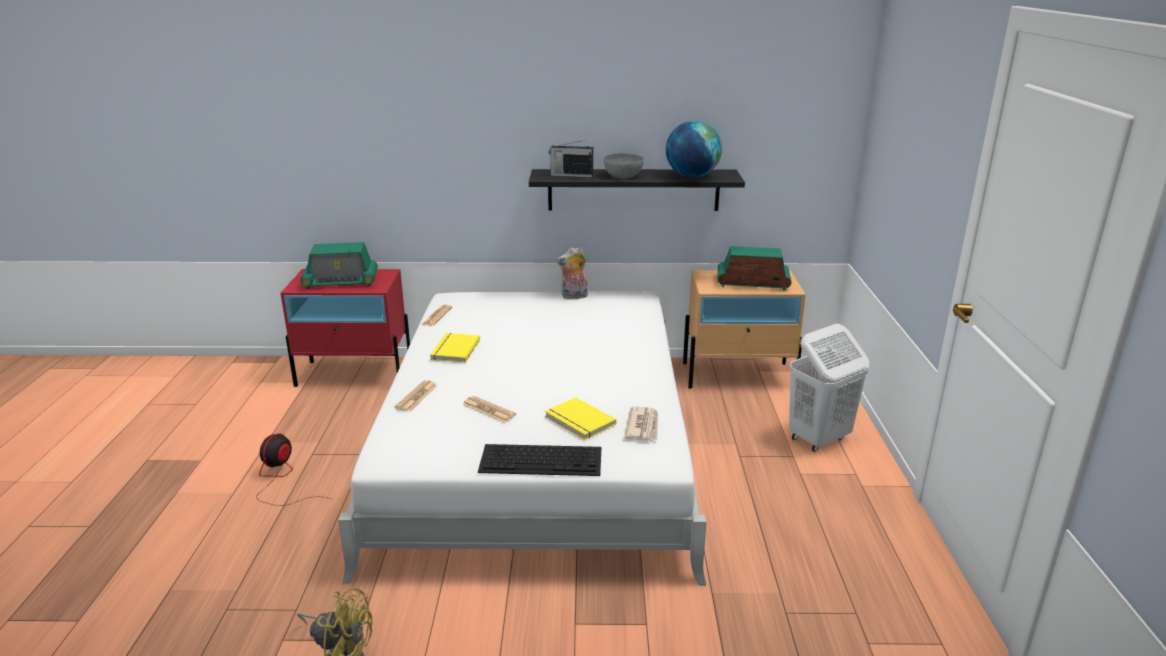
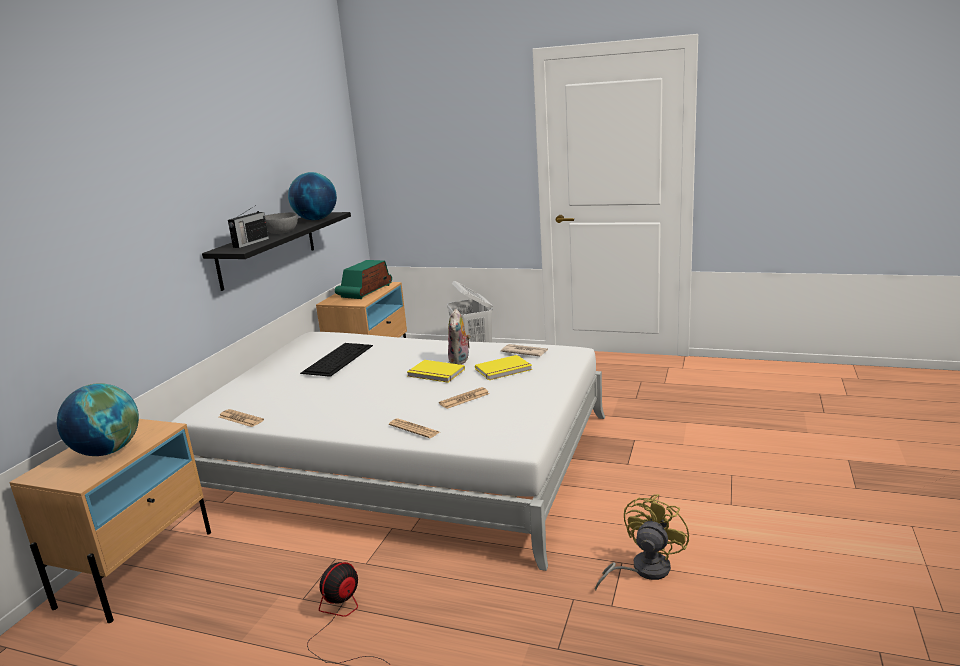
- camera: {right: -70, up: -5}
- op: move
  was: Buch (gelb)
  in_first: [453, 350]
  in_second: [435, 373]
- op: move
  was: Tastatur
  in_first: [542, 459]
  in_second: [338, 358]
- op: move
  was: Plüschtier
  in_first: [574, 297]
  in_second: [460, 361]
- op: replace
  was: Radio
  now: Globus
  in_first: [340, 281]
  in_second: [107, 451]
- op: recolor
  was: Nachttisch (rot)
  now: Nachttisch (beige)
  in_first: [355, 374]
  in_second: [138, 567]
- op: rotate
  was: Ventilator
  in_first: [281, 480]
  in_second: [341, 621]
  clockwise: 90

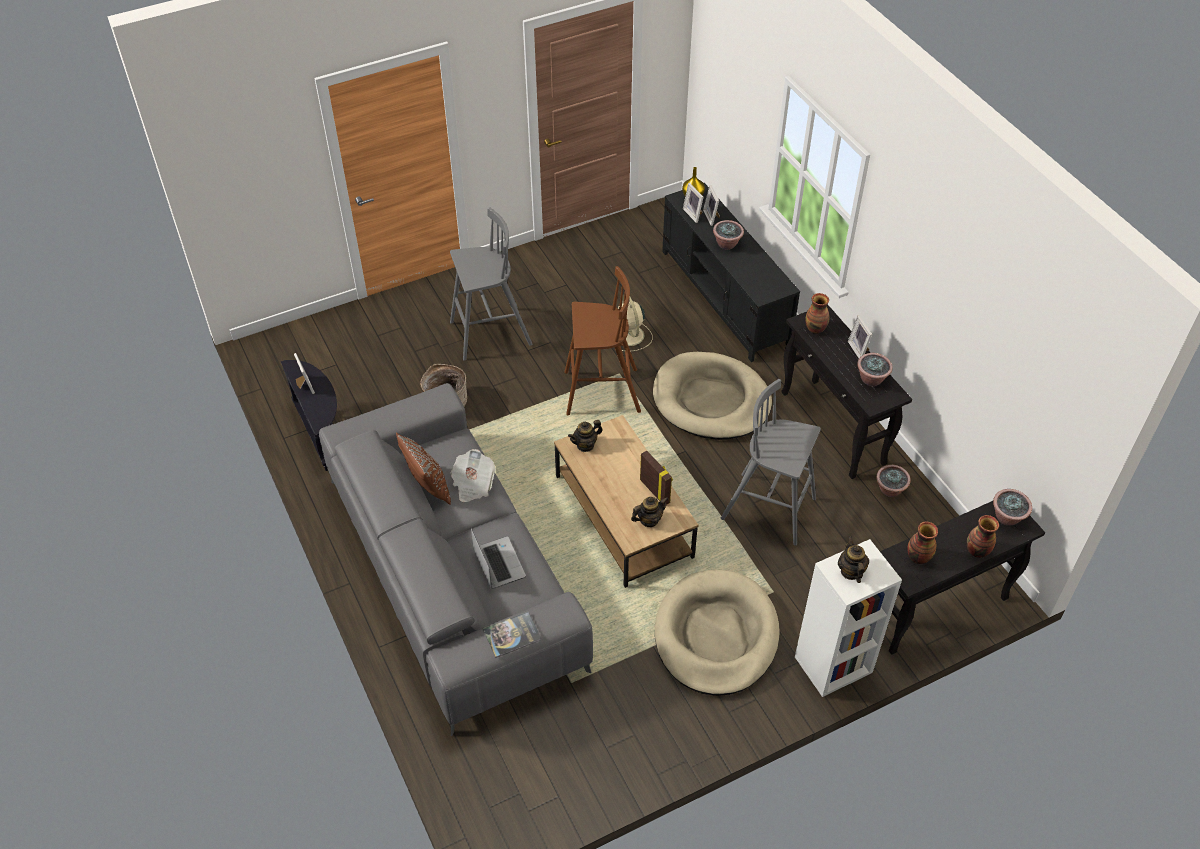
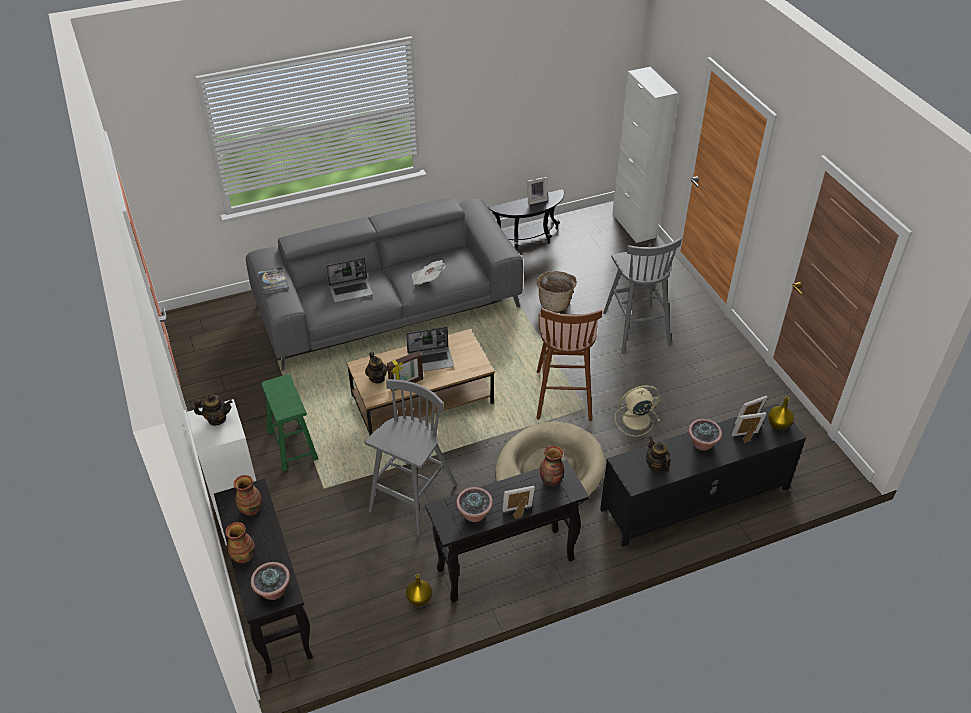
- camera: {right: 95, up: -5}
- op: delete
  was: Kissen (braun)
  in_first: [428, 486]
- op: insert
  now: Laptop
  in_second: [431, 360]
- op: insert
  now: Schrank (weiß)
  in_second: [634, 225]
- op: move
  was: Teekanne
  in_first: [585, 445]
  in_second: [656, 465]
- op: replace
  was: Hundebett (beige)
  now: Hocker (grün)
  in_first: [716, 635]
  in_second: [292, 446]
- op: replace
  was: Topfpflanze
  now: Vase (gelb)
  in_first: [890, 490]
  in_second: [418, 599]

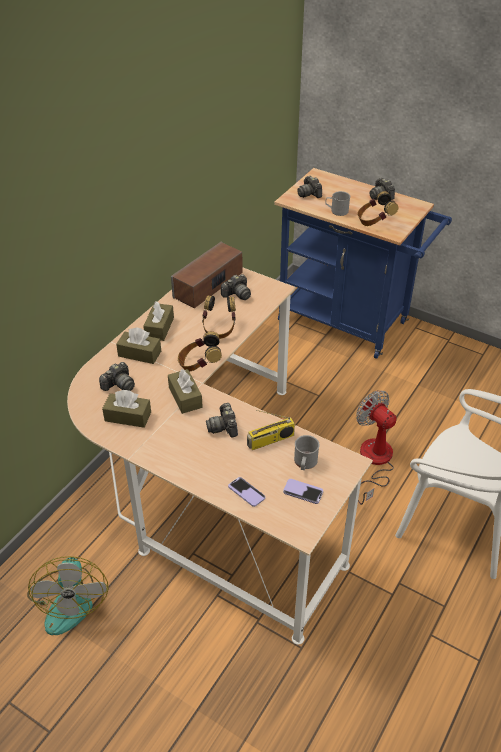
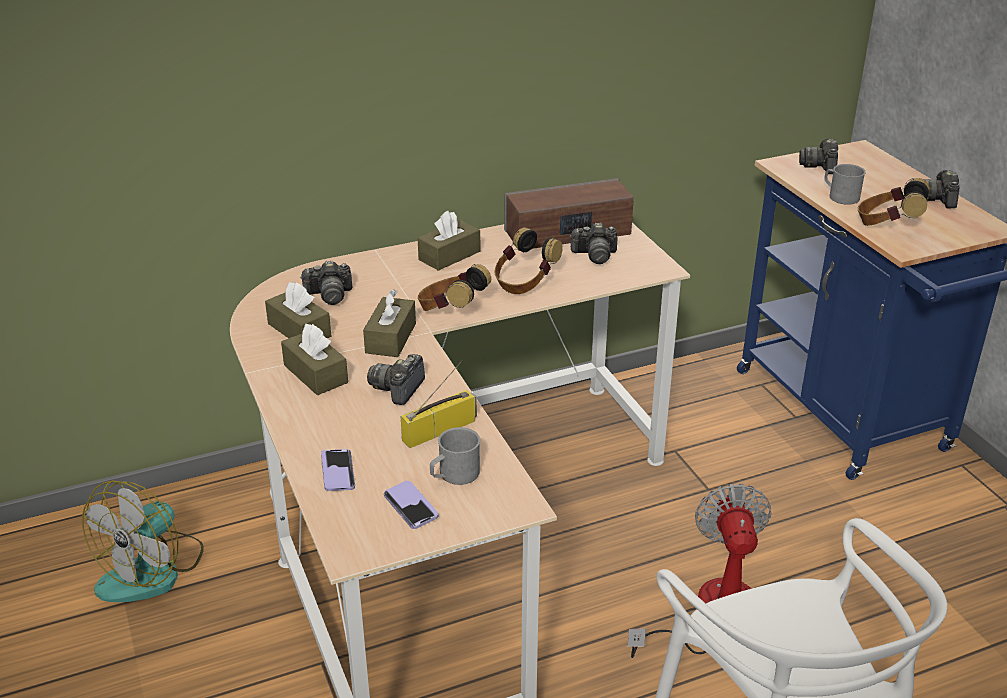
- camera: {right: 35, up: -10}
- op: move
  was: Taschentuchbox (braun)
  in_first: [139, 354]
  in_second: [315, 374]
- op: rotate
  was: Radio
  in_first: [270, 440]
  in_second: [440, 429]
  clockwise: 135

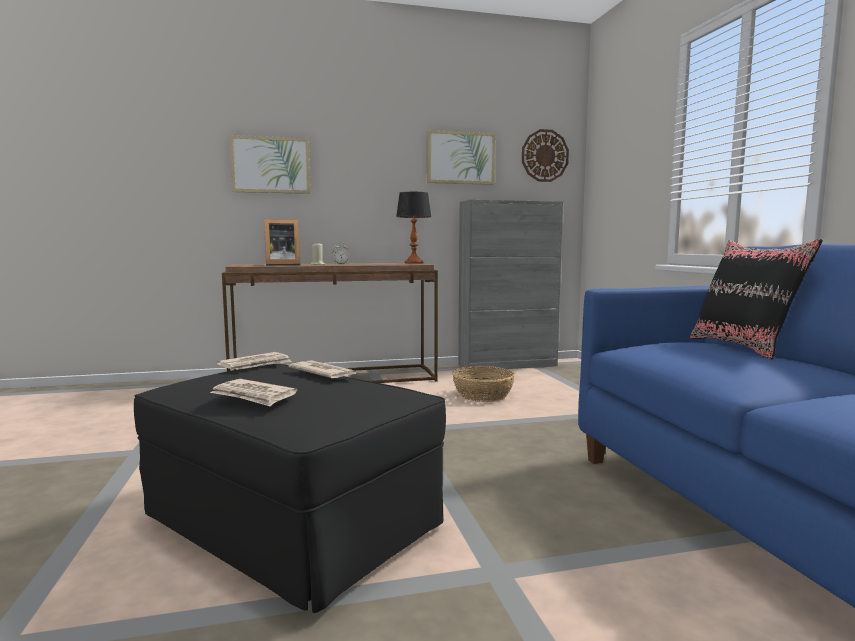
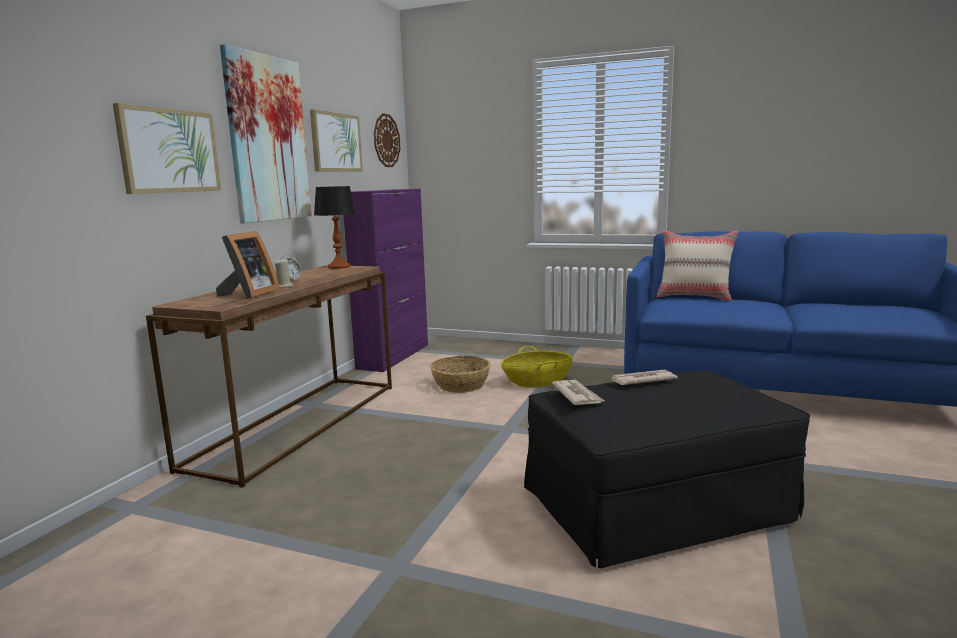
- camera: {right: -55, up: 5}
- op: delete
  was: Zeitung
  in_first: [253, 396]
- op: insert
  now: Bild
  in_second: [268, 139]
- op: insert
  now: Korb
  in_second: [537, 381]
- op: recolor
  was: Schrank (grau)
  now: Schrank (lila)
  in_first: [508, 365]
  in_second: [394, 356]
- op: recolor
  was: Kissen (schwarz)
  now: Kissen (beige)
  in_first: [743, 347]
  in_second: [694, 297]

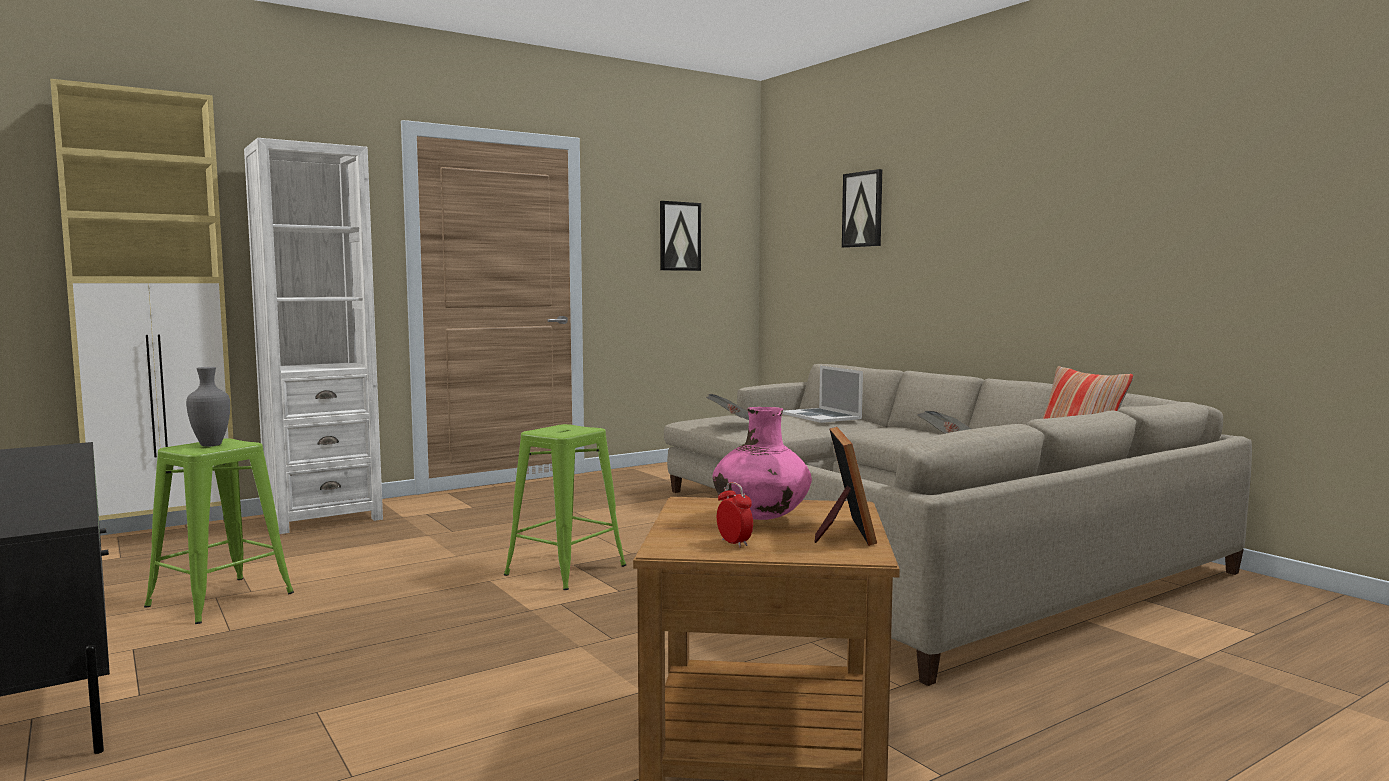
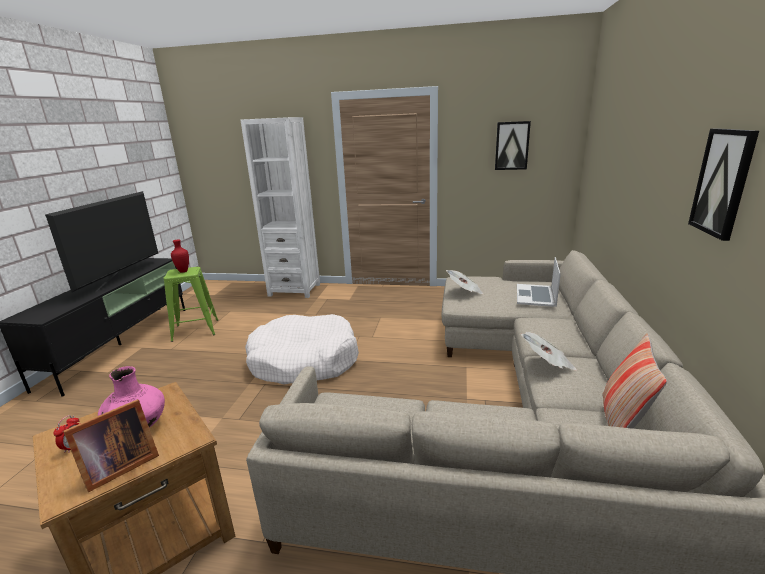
- camera: {right: 45, up: 15}
- op: delete
  was: Schrank (beige)
  in_first: [167, 534]
- op: insert
  now: Fernseher
  in_second: [122, 278]
- op: move
  was: Bild
  in_first: [863, 209]
  in_second: [723, 182]
- op: replace
  was: Hocker (grün)
  now: Hundebett (weiß)
  in_first: [565, 570]
  in_second: [304, 361]
- op: recolor
  was: Vase (grau)
  now: Vase (rot)
  in_first: [211, 445]
  in_second: [183, 271]

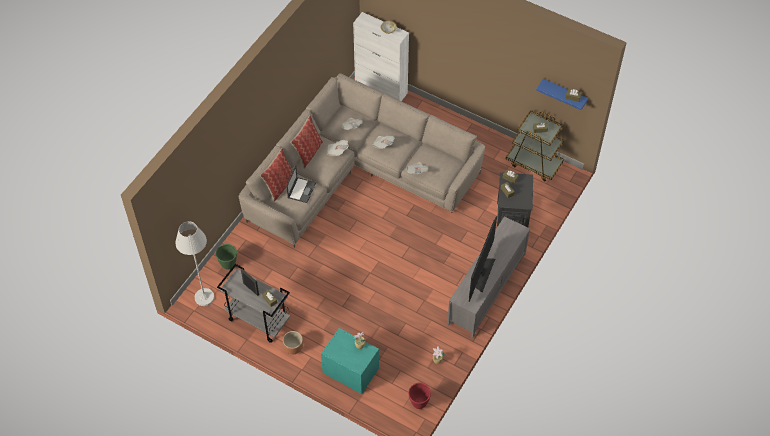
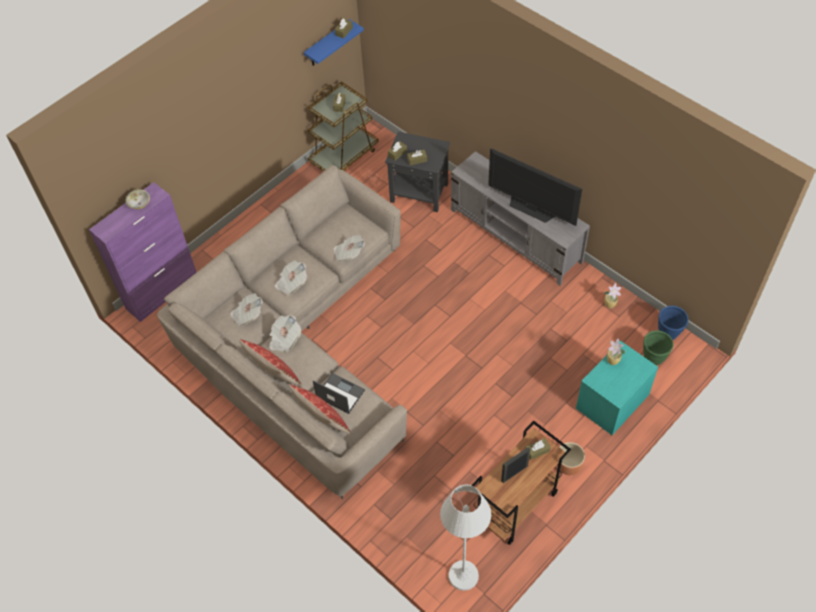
- camera: {right: -75, up: 0}
- op: move
  was: Pflanzkübel (grün)
  in_first: [228, 264]
  in_second: [653, 358]
- op: recolor
  was: Rollwagen (grau)
  now: Rollwagen (braun)
  in_first: [257, 320]
  in_second: [515, 506]
- op: recolor
  was: Schrank (weiß)
  now: Schrank (lila)
  in_first: [381, 88]
  in_second: [162, 292]
- op: recolor
  was: Pflanzkübel (rot)
  now: Pflanzkübel (blau)
  in_first: [419, 403]
  in_second: [668, 334]

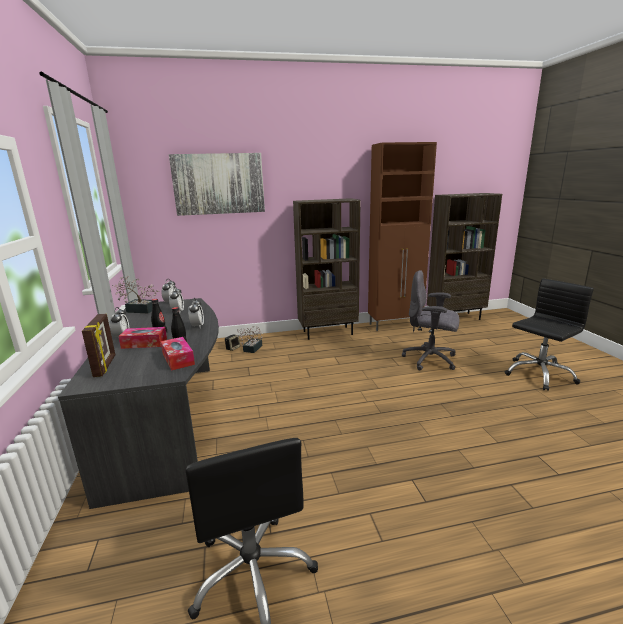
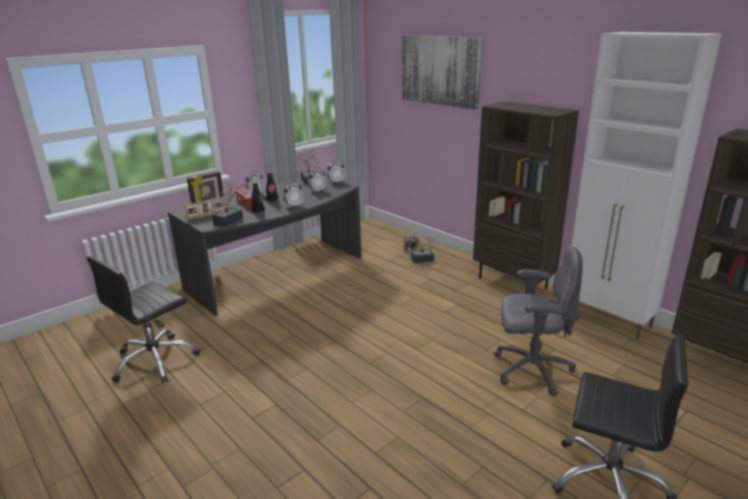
- camera: {right: 60, up: 5}
- op: insert
  now: Bilderrahmen
  in_second: [207, 216]
- op: replace
  was: Taschentuchbox
  now: Topfpflanze
  in_first: [178, 359]
  in_second: [231, 219]
- op: recolor
  was: Schrank (braun)
  now: Schrank (weiß)
  in_first: [395, 325]
  in_second: [608, 319]
- op: rotate
  was: Bürostuhl (grau)
  in_first: [430, 360]
  in_second: [531, 370]
  clockwise: 105

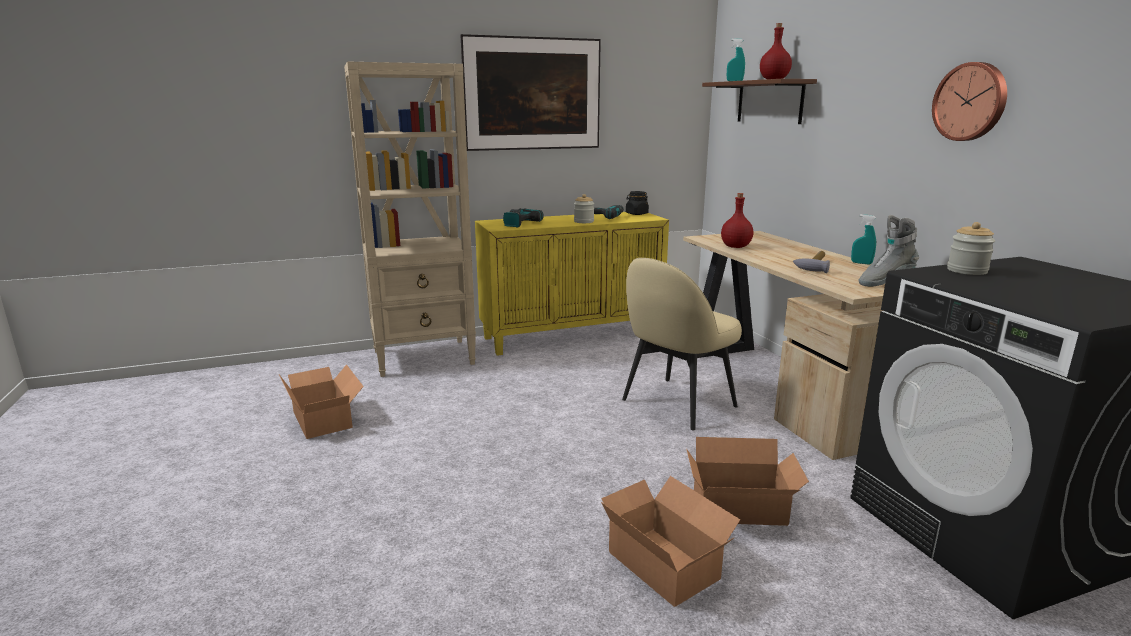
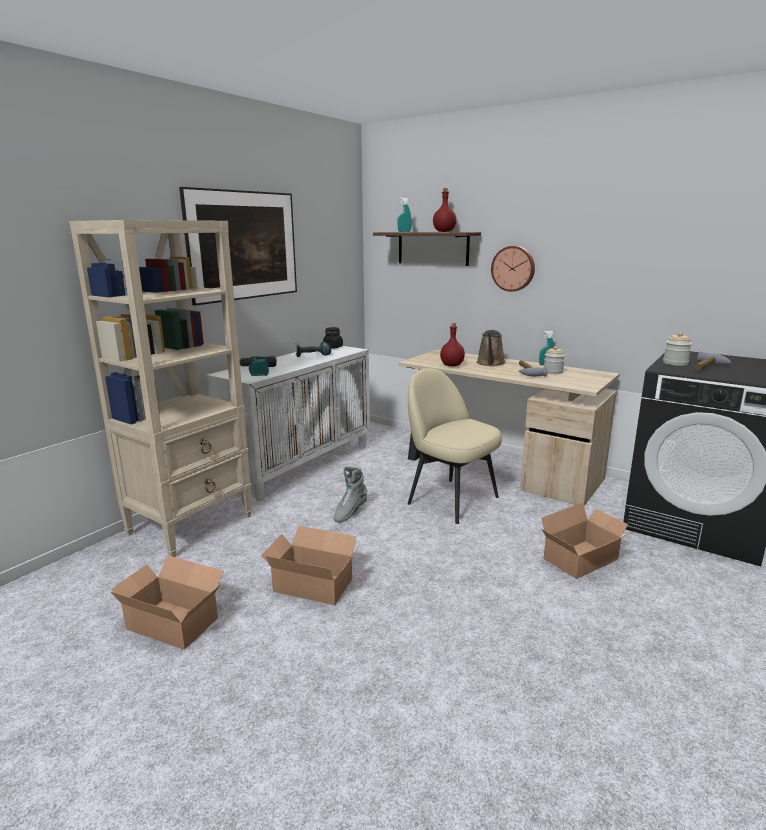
- camera: {right: -35, up: 0}
- op: insert
  now: Gießkanne (braun)
  in_second: [490, 363]
- op: insert
  now: Hammer
  in_second: [707, 368]
- op: move
  was: Vorratsglas
  in_first: [583, 221]
  in_second: [553, 372]
- op: move
  was: Karton
  in_first: [664, 562]
  in_second: [312, 583]
- op: move
  was: Stiefel (grau)
  in_first: [885, 282]
  in_second: [350, 512]
- op: move
  was: Wanduhr
  in_first: [971, 102]
  in_second: [513, 268]
- op: recolor
  was: Schrank (gelb)
  now: Schrank (weiß)
  in_first: [572, 335]
  in_second: [300, 465]
- op: rotate
  was: Stuhl (beige)
  in_first: [676, 404]
  in_second: [451, 499]
  clockwise: 120

